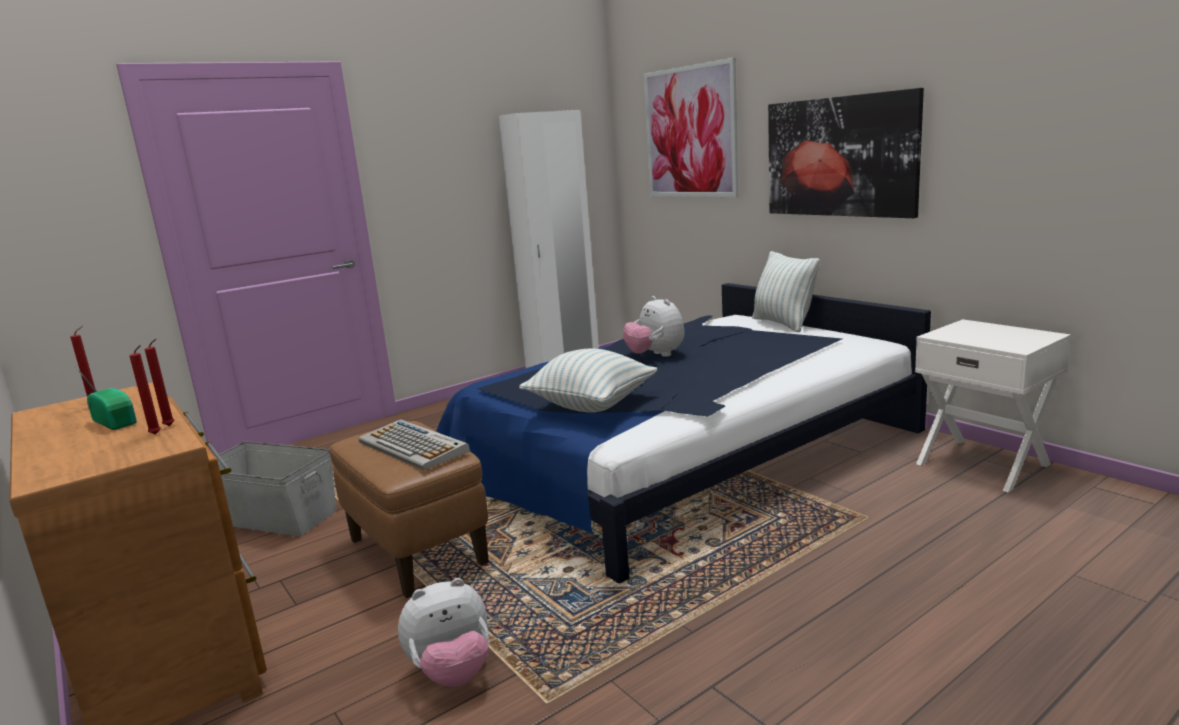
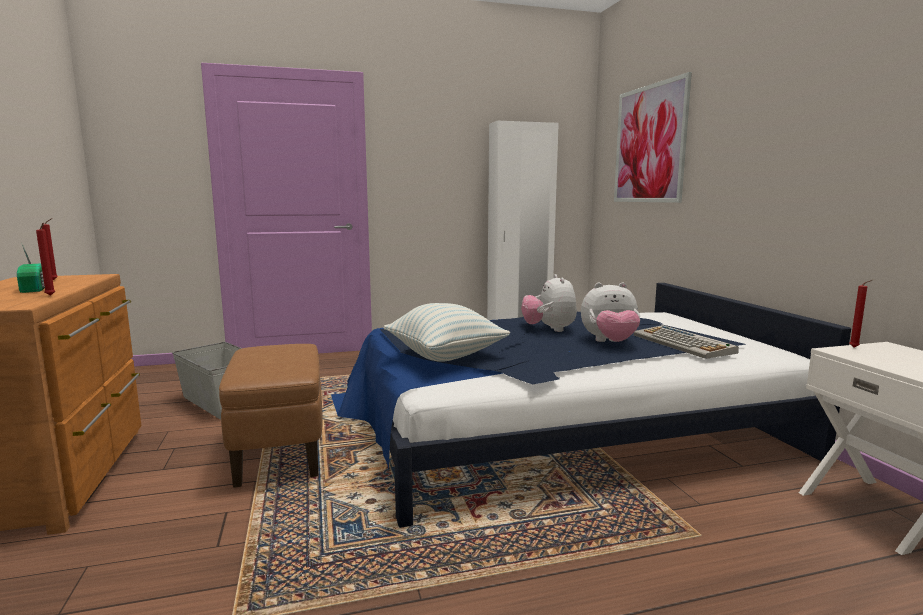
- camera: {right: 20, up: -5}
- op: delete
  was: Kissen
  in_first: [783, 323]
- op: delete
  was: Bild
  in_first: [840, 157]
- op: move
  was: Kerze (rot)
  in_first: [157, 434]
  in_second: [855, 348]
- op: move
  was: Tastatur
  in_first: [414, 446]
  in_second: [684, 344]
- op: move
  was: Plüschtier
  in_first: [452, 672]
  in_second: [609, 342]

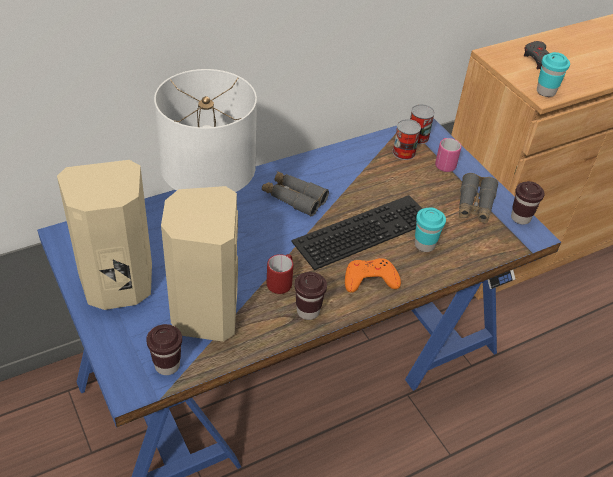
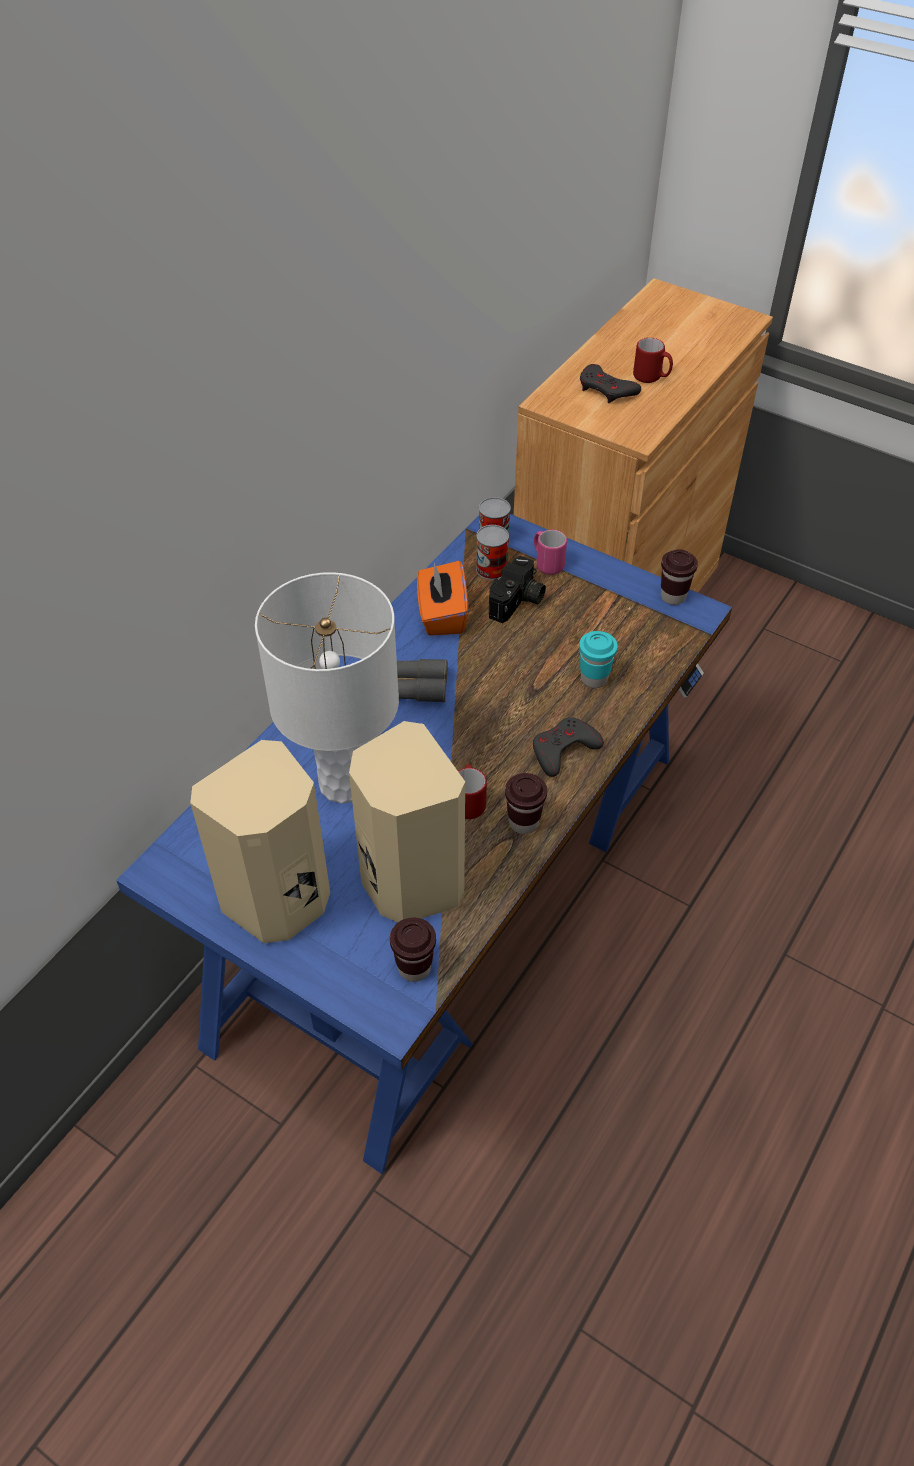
- camera: {right: -25, up: 5}
- op: delete
  was: Tastatur
  in_first: [363, 229]
- op: delete
  was: Fernglas (grau)
  in_first: [475, 205]
- op: delete
  was: Tasse (türkis)
  in_first: [546, 92]
- op: insert
  now: Taschentuchbox (orange)
  in_second: [442, 615]
- op: insert
  now: Kamera
  in_second: [518, 602]
- op: insert
  now: Henkelbecher (rot)
  in_second: [651, 378]
- op: recolor
  was: Gamepad (orange)
  now: Gamepad (grau)
  in_first: [370, 279]
  in_second: [563, 750]

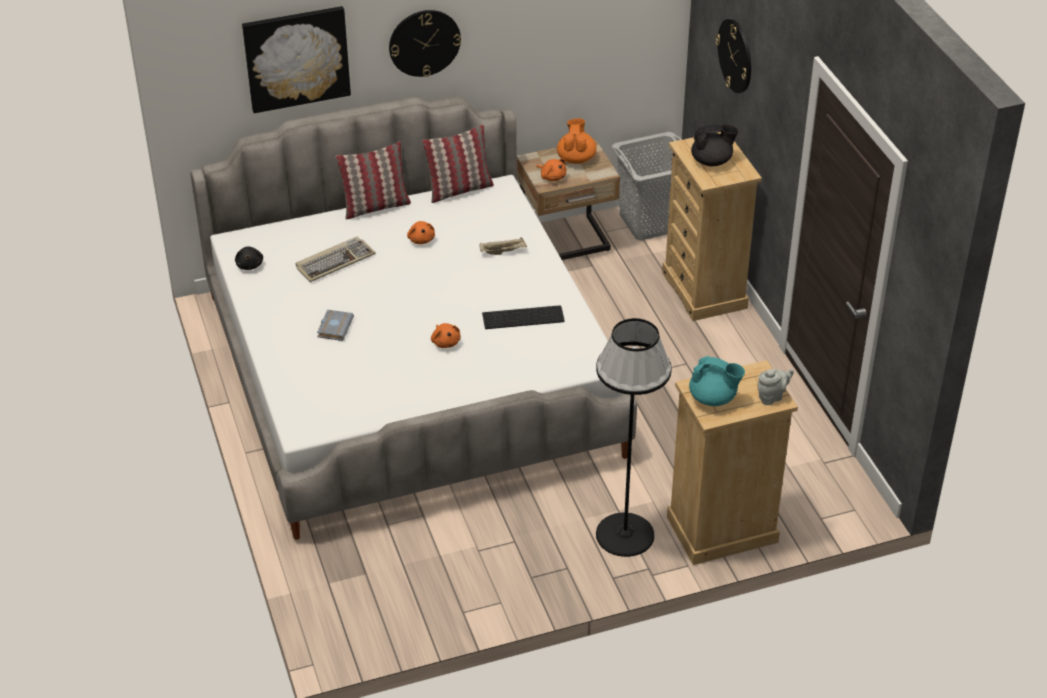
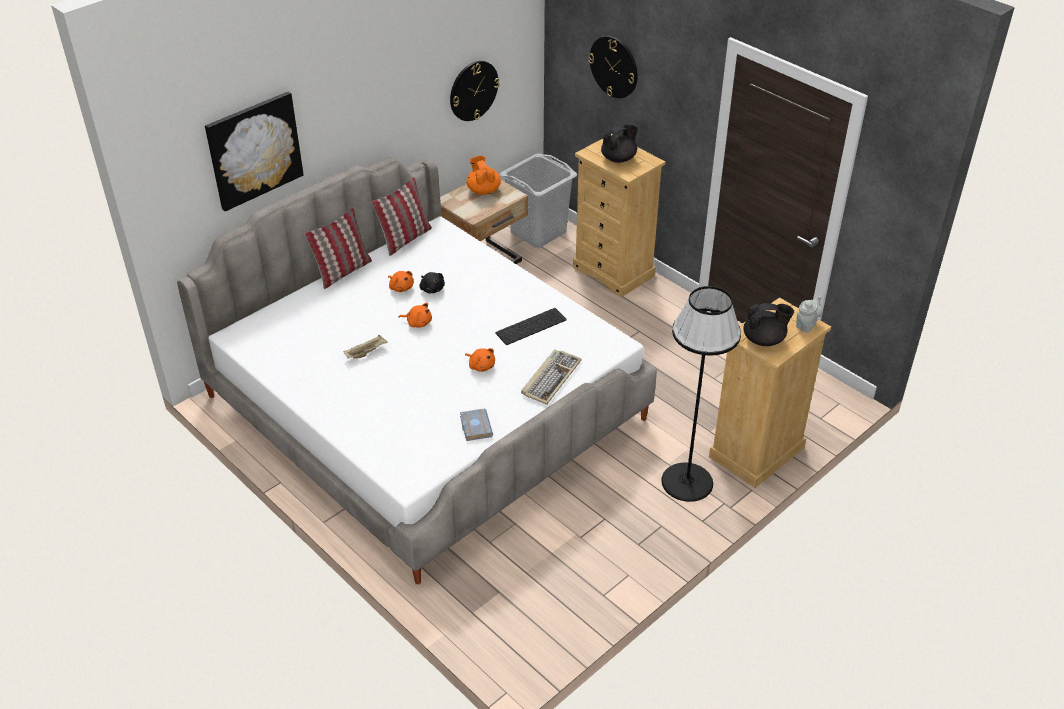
- camera: {right: -25, up: 0}
- op: move
  was: Plüschtier (schwarz)
  in_first: [250, 265]
  in_second: [432, 289]
- op: move
  was: Tastatur
  in_first: [335, 261]
  in_second: [551, 378]
- op: move
  was: Buch (grau)
  in_first: [334, 327]
  in_second: [474, 426]
- op: move
  was: Wanduhr
  in_first: [424, 42]
  in_second: [473, 90]
- op: move
  was: Tablett (beige)
  in_first: [503, 251]
  in_second: [366, 352]
- op: move
  was: Plüschtier (orange)
  in_first: [552, 177]
  in_second: [418, 322]
- op: recolor
  was: Teekanne (türkis)
  now: Teekanne (schwarz)
  in_first: [713, 398]
  in_second: [764, 340]

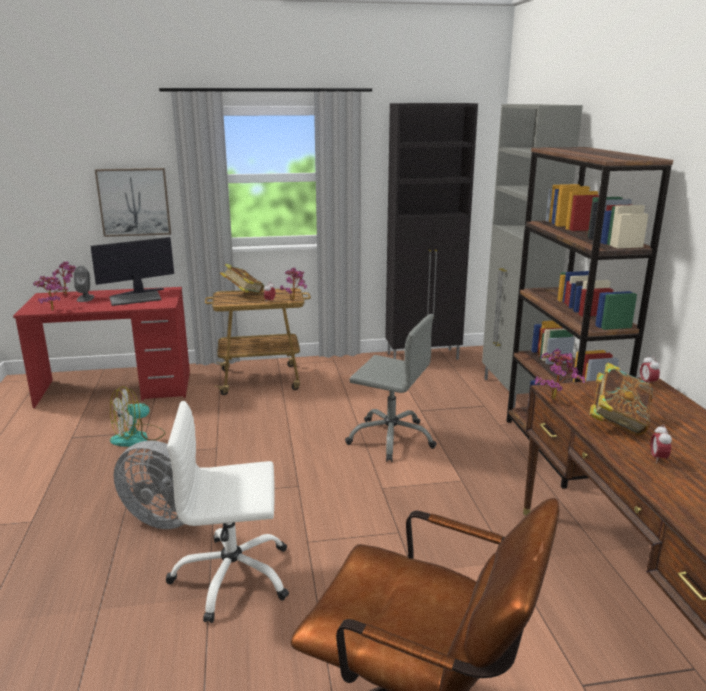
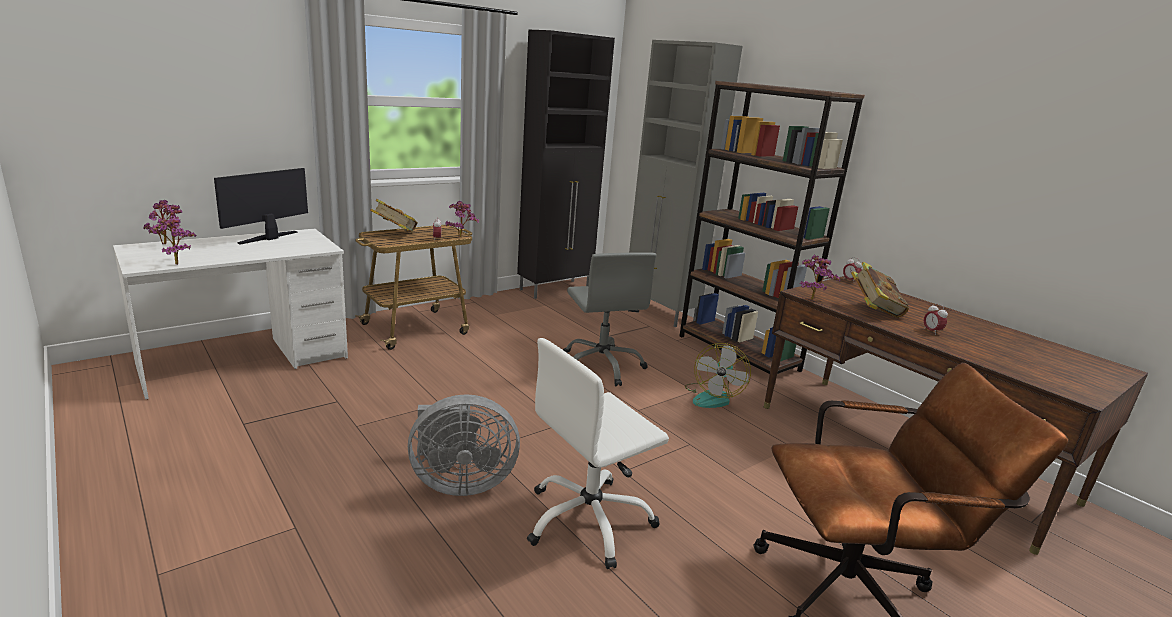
- camera: {right: -30, up: 0}
- op: delete
  was: Lautsprecher (grau)
  in_first: [85, 298]
- op: delete
  was: Bild
  in_first: [134, 202]
- op: delete
  was: Tastatur
  in_first: [136, 299]
- op: move
  was: Ventilator
  in_first: [138, 438]
  in_second: [713, 397]
- op: recolor
  was: Schreibtisch (rot)
  now: Schreibtisch (weiß)
  in_first: [116, 389]
  in_second: [245, 361]
- op: rotate
  was: Bürostuhl (grau)
  in_first: [391, 438]
  in_second: [601, 365]
  clockwise: 75

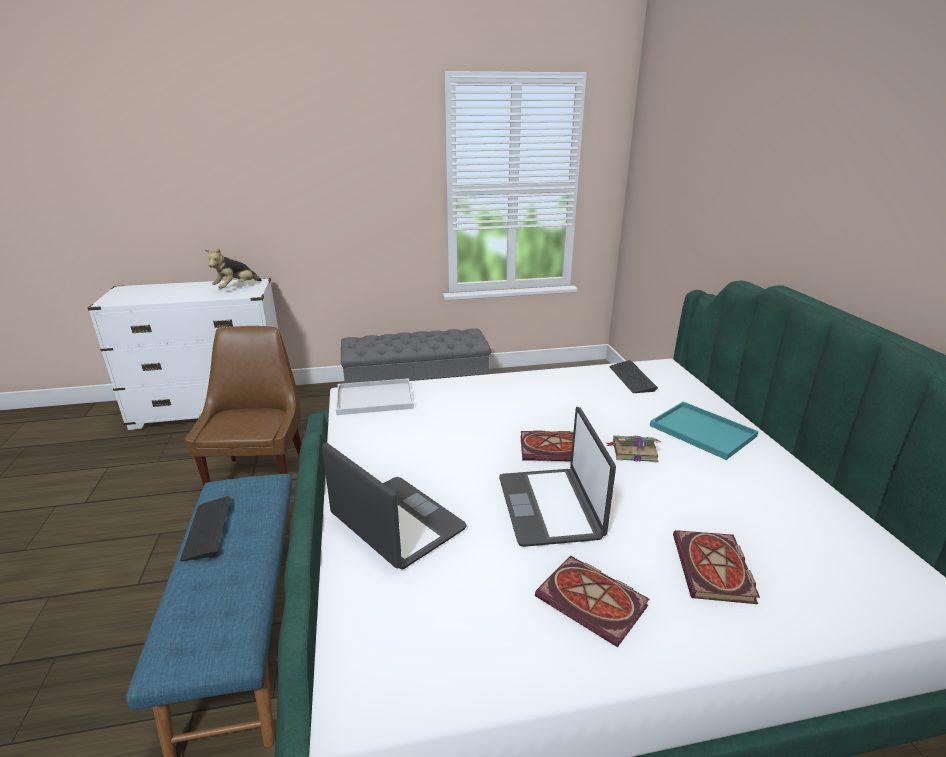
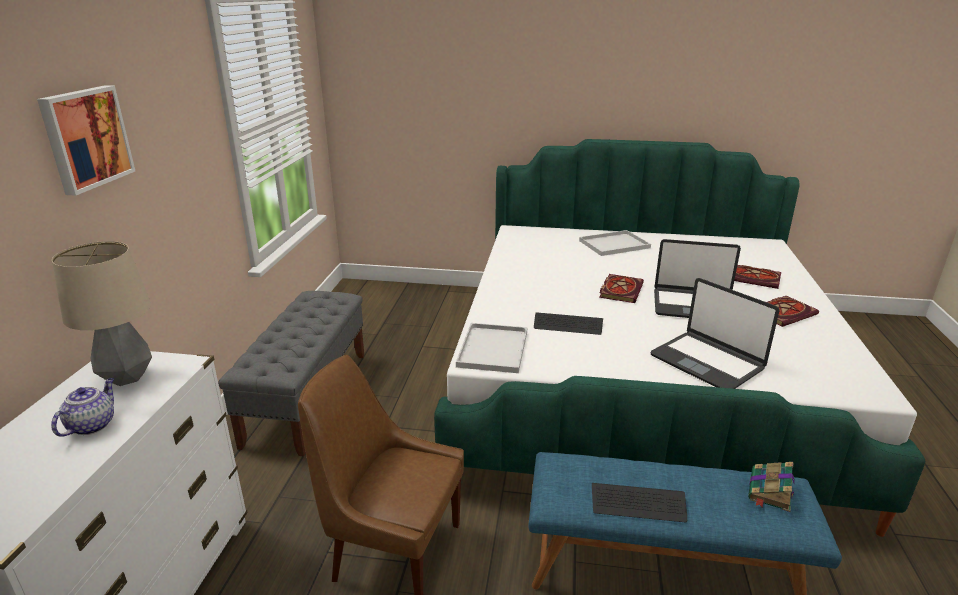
- camera: {right: -70, up: 0}
- op: insert
  now: Bild
  in_second: [85, 138]
- op: insert
  now: Teekanne
  in_second: [92, 425]
- op: move
  was: Buch
  in_first: [633, 451]
  in_second: [770, 491]
- op: move
  was: Tastatur
  in_first: [632, 378]
  in_second: [568, 325]
- op: replace
  was: Plüschtier
  now: Tischlampe
  in_first: [236, 288]
  in_second: [126, 377]
- op: recolor
  was: Tablett (türkis)
  now: Tablett (weiß)
  in_first: [700, 430]
  in_second: [613, 244]
- op: rotate
  was: Laptop
  in_first: [396, 523]
  in_second: [707, 362]
  clockwise: -105

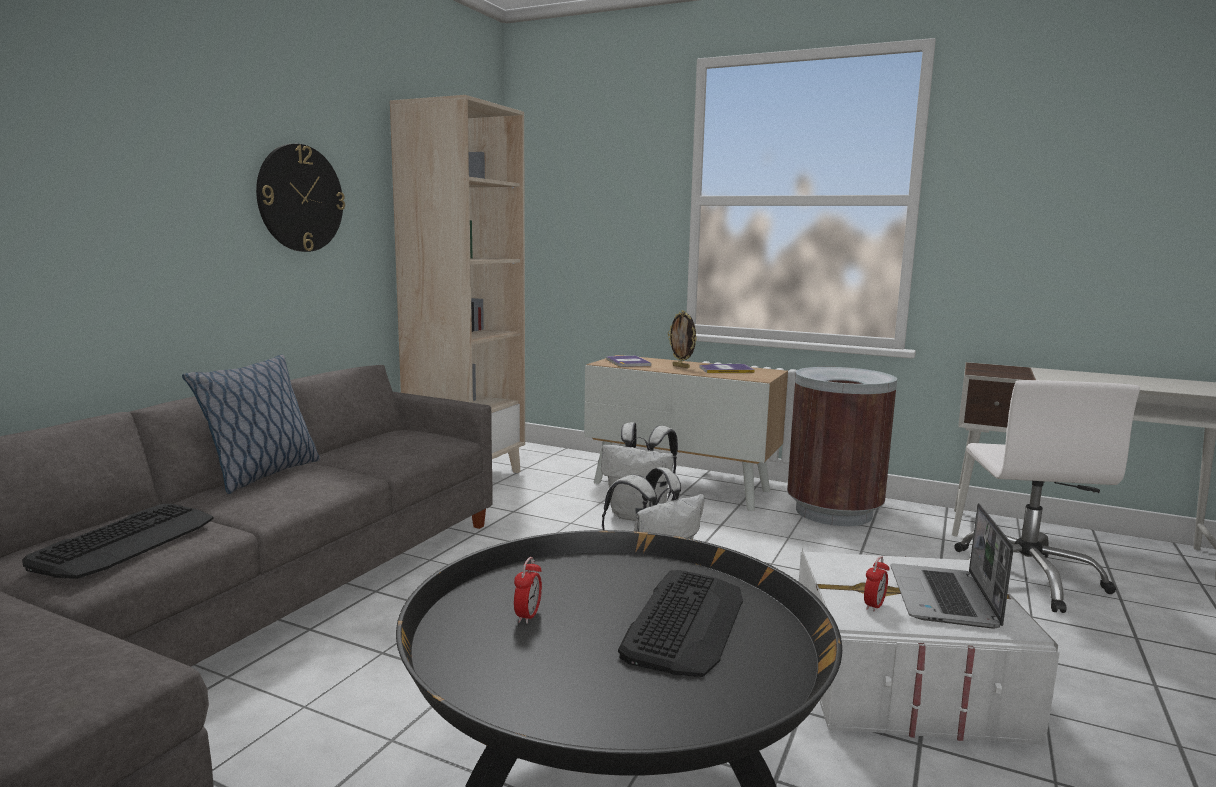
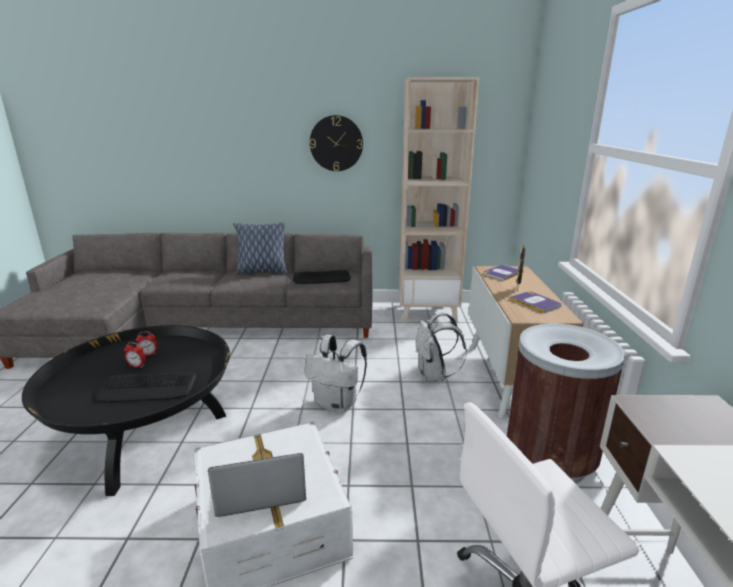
- camera: {right: 65, up: 10}
- op: move
  was: Tastatur
  in_first: [126, 541]
  in_second: [321, 278]
- op: move
  was: Wecker
  in_first: [874, 606]
  in_second: [137, 366]

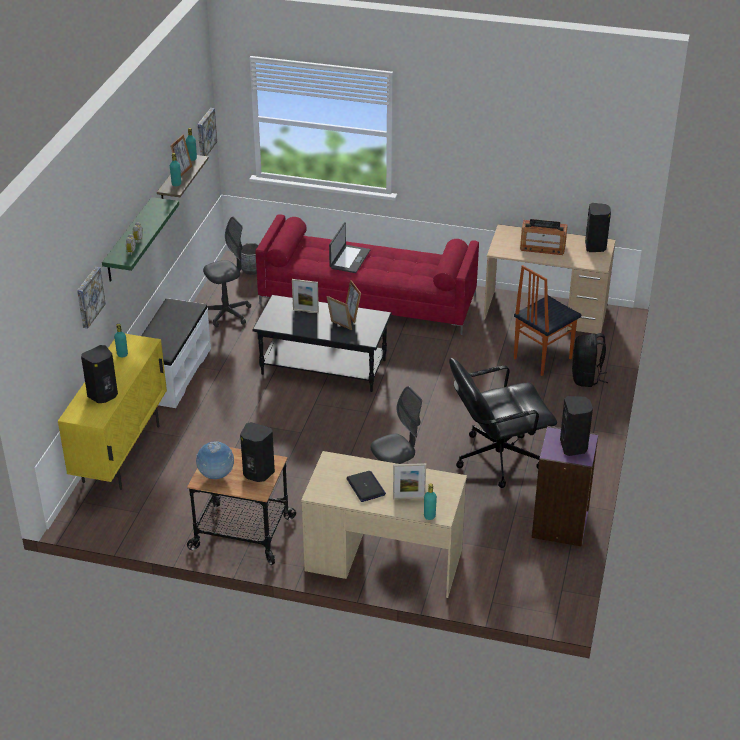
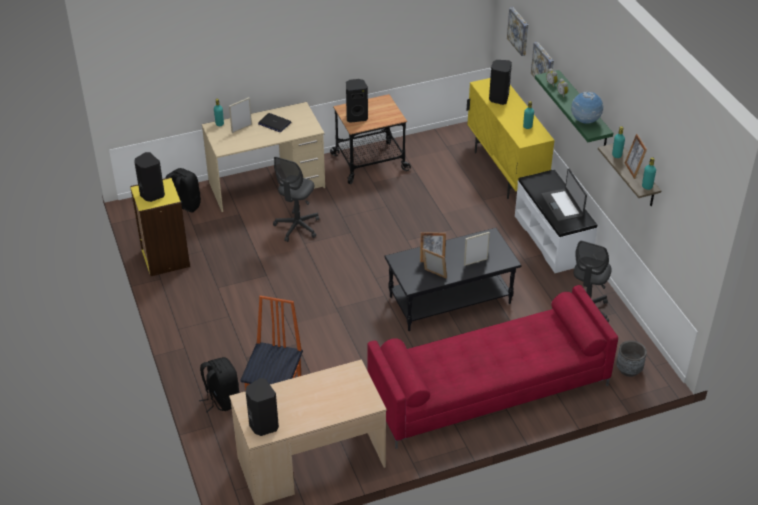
- camera: {right: 145, up: 5}
- op: delete
  was: Bürostuhl (schwarz)
  in_first: [497, 458]
- op: delete
  was: Radio
  in_first: [542, 247]
- op: insert
  now: Rucksack (schwarz)
  in_second: [184, 206]
- op: move
  was: Globus
  in_first: [216, 476]
  in_second: [585, 122]
- op: move
  was: Bild
  in_first: [205, 133]
  in_second: [519, 31]
- op: move
  was: Laptop
  in_first: [349, 259]
  in_second: [563, 205]
- op: recolor
  was: Bücherregal (lila)
  now: Bücherregal (gelb)
  in_first: [561, 525]
  in_second: [164, 258]

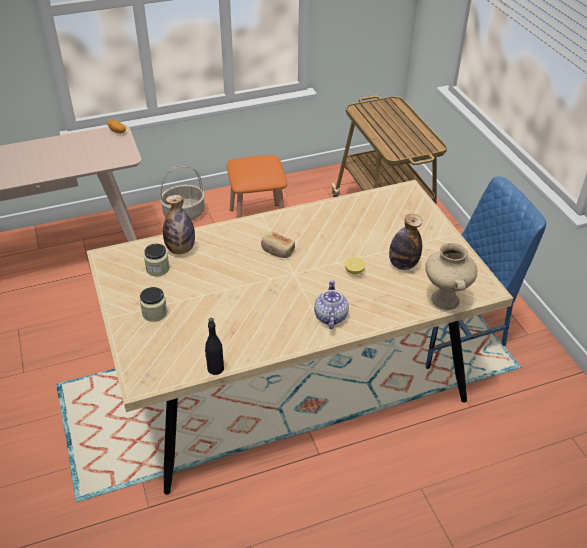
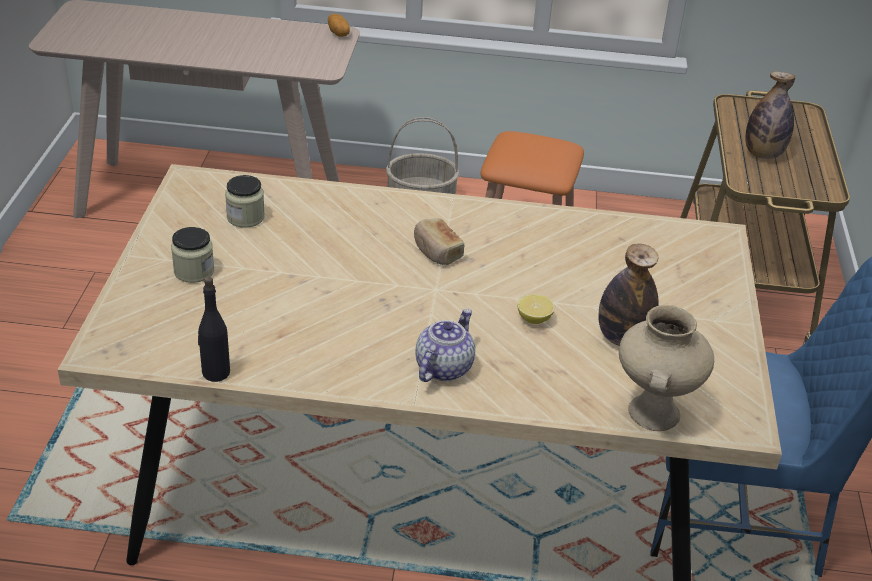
- camera: {right: 25, up: -5}
- op: move
  was: Flasche
  in_first: [180, 249]
  in_second: [763, 154]

